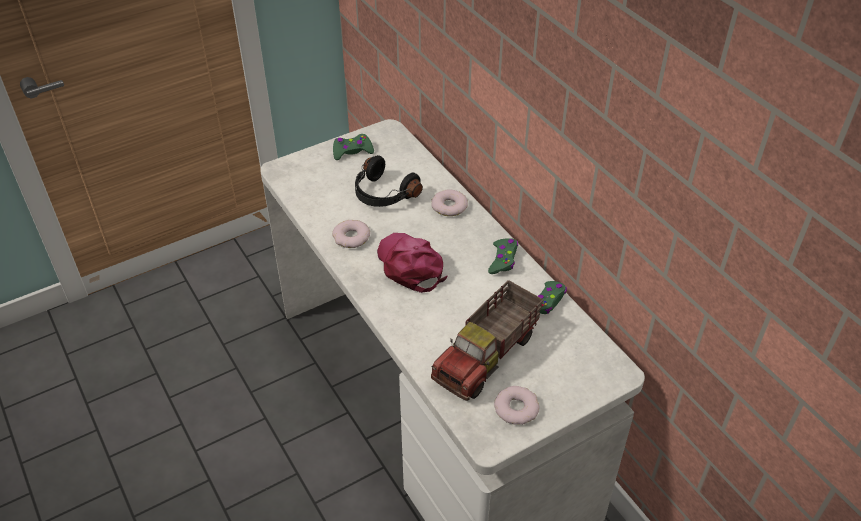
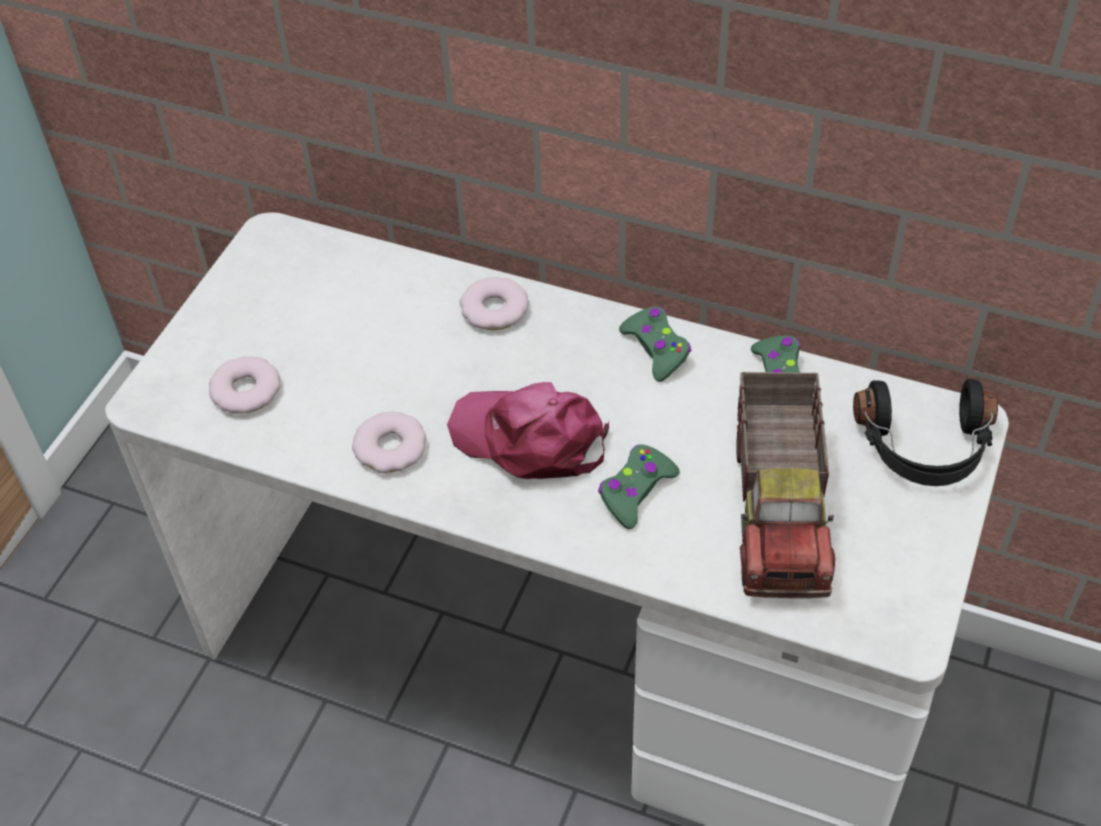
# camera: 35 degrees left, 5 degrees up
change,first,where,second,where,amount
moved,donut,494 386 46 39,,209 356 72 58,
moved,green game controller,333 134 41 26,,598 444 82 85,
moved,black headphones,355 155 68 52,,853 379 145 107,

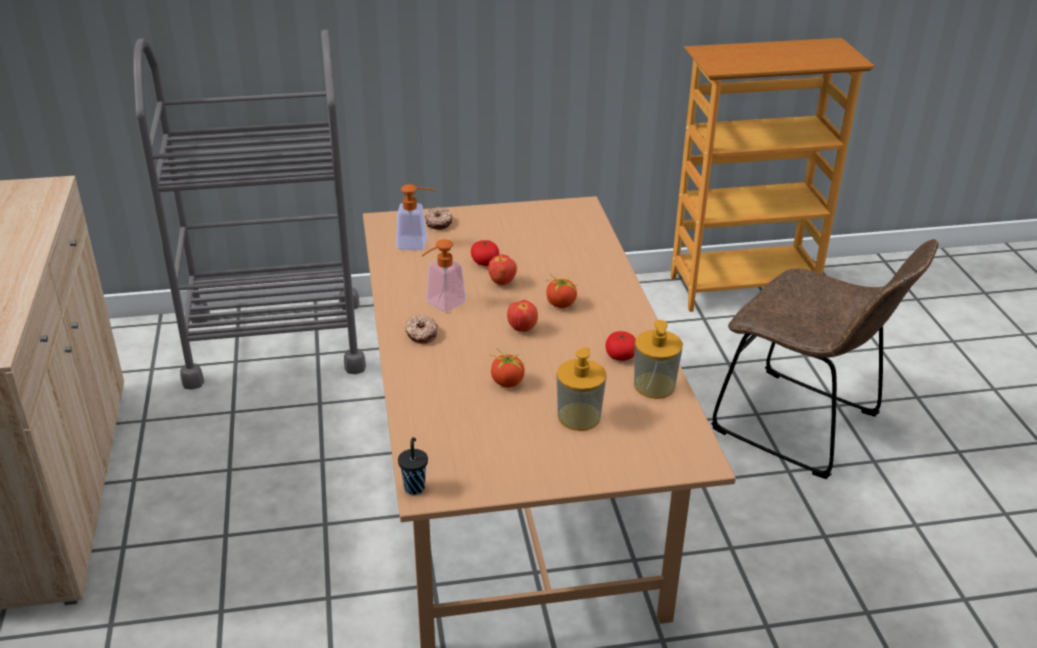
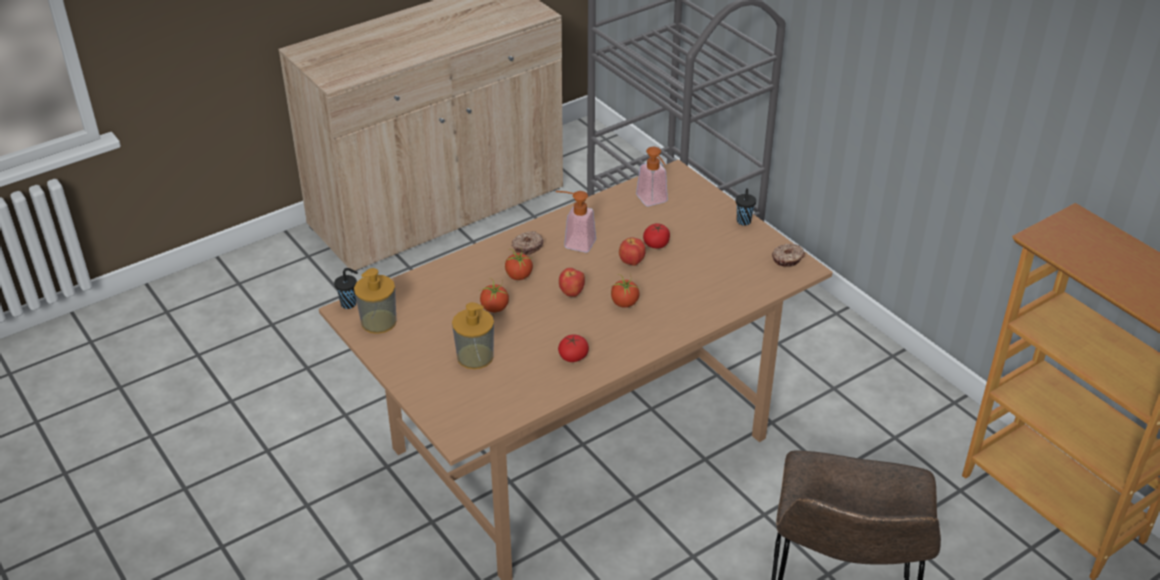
# camera: 65 degrees right, 5 degrees up
change,first,where,second,where,amount
moved,soap dispenser,634 320 49 79,,354 268 43 66,
added,,,tomato,505 246 28 34,
added,,,black cup,736 188 20 38,
moved,donut,425 207 27 23,,772 244 33 23,

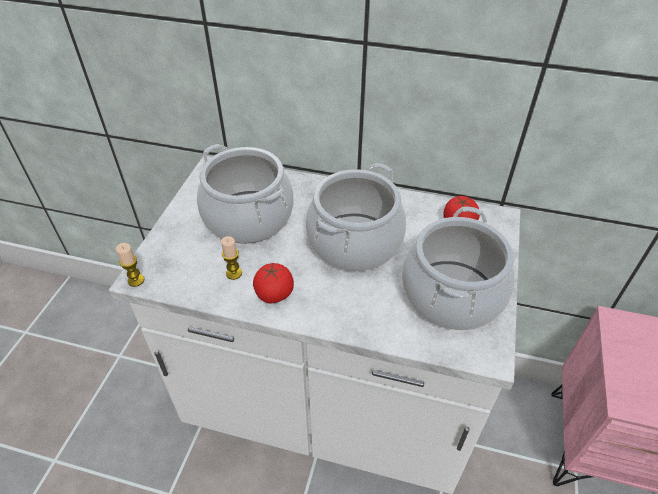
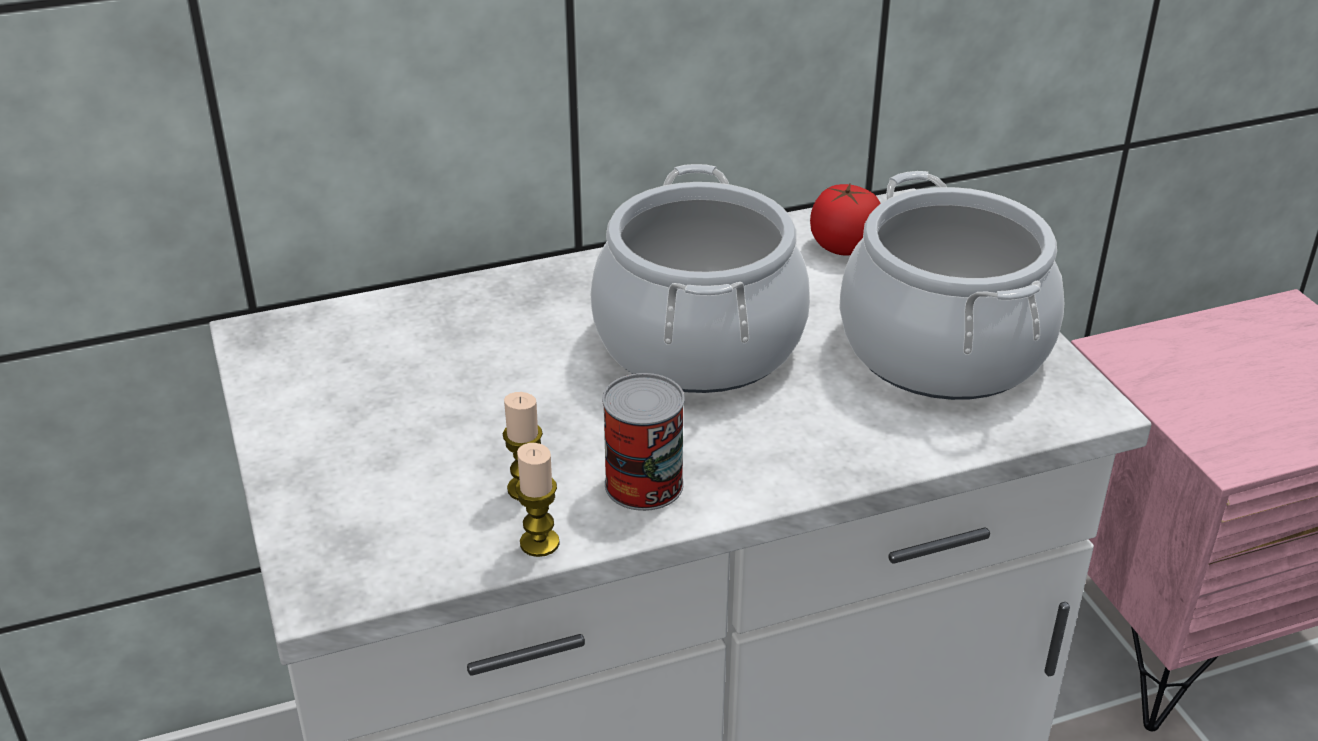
# camera: 35 degrees left, 10 degrees down
change,first,where,second,where,amount
moved,candle,116 243 28 44,,515 443 45 114,
replaced,tomato,253 262 41 41,can,602 373 83 138,
removed,cooking pot,197 144 97 100,,,

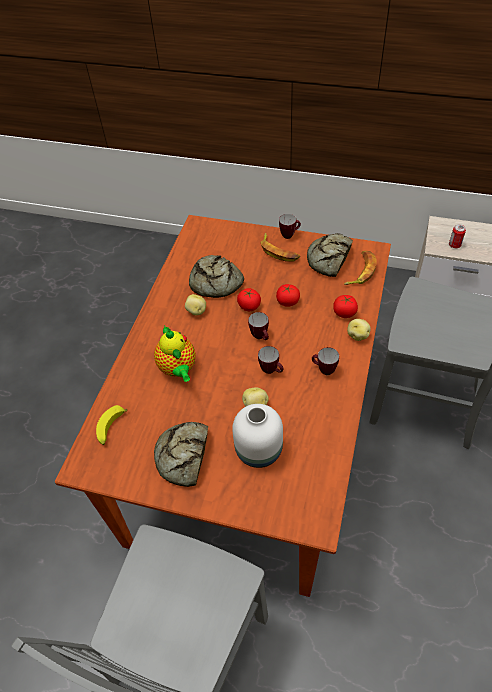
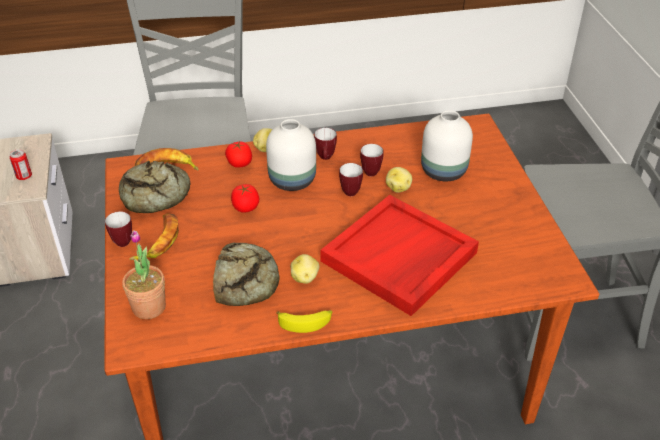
# camera: 120 degrees left, 10 degrees down
change,first,where,second,where,amount
added,,,potted plant,122 230 44 89,
added,,,white vase,266 119 50 72,
moved,banana,96 405 31 40,,276 310 56 23,
replaced,teapot,154 325 42 57,red tray,320 195 159 121,
moved,mug,248 312 21 28,,360 144 24 32,
removed,bread,154 422 54 65,,,
removed,tomato,237 288 24 23,,,

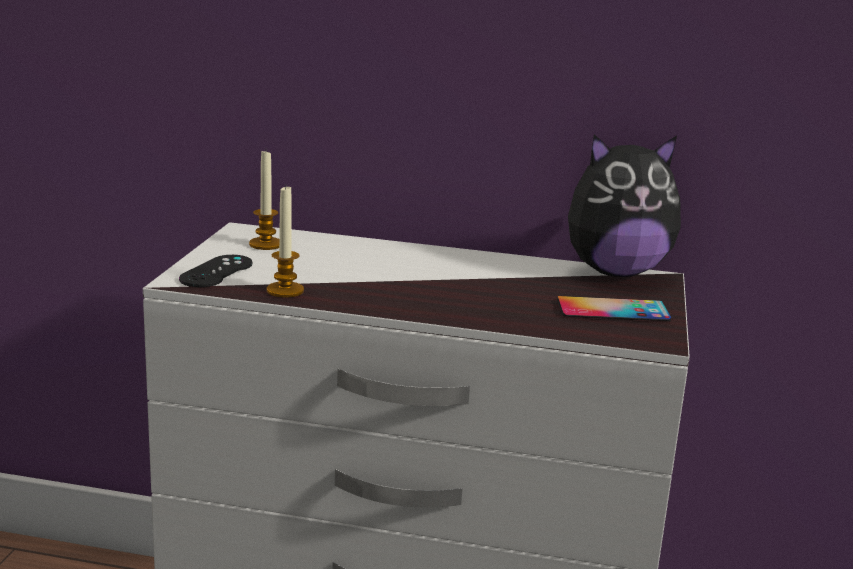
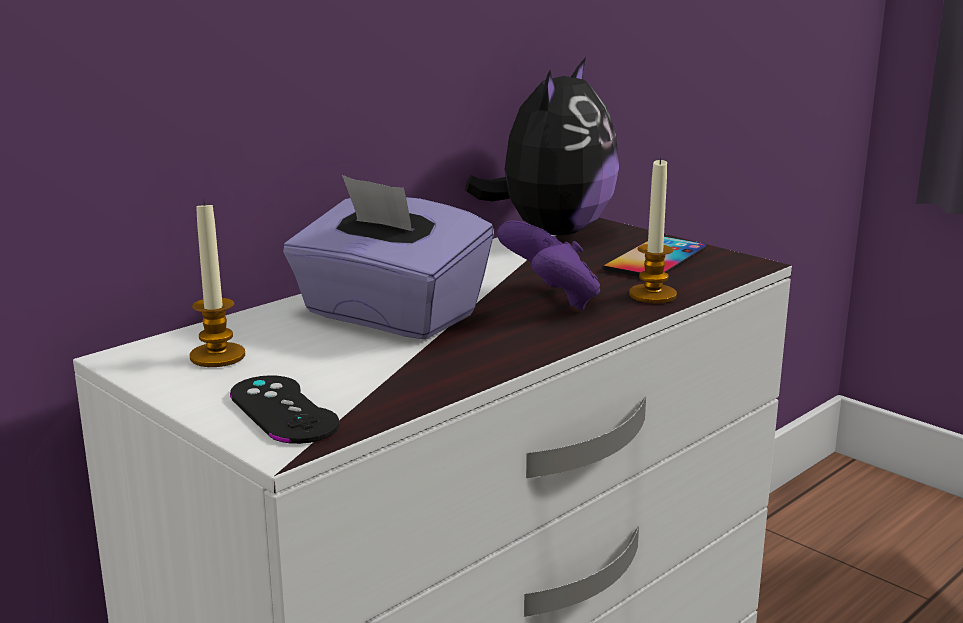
# camera: 55 degrees left, 0 degrees up
change,first,where,second,where,amount
added,,,purple tissue box,283 175 211 165,
added,,,purple game controller,497 221 103 89,
moved,candle,267 186 37 112,,629 157 48 146,

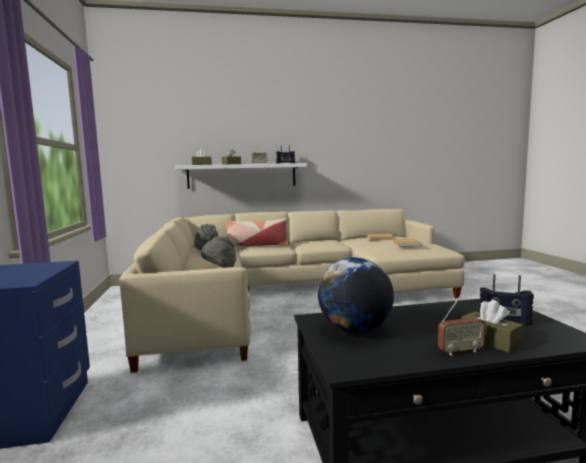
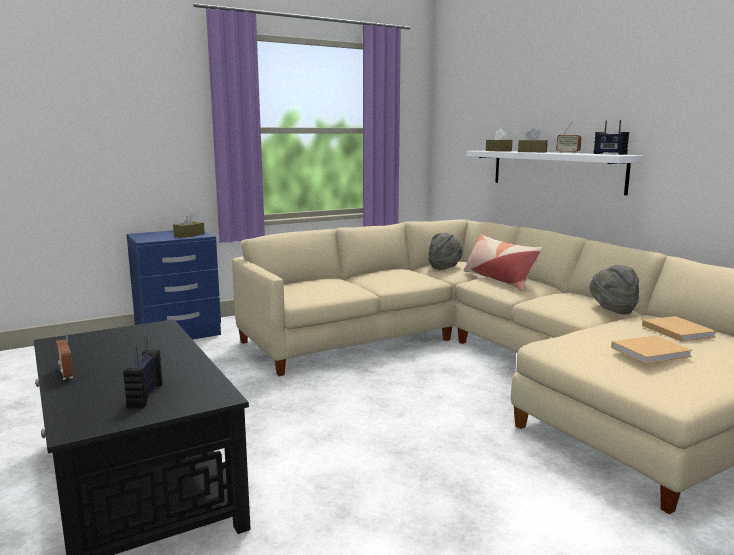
# camera: 70 degrees right, 5 degrees up
change,first,where,second,where,amount
moved,brown tissue box,461 300 62 53,,173 212 32 26,
moved,grey hat,201 236 35 32,,589 265 50 50,
removed,globe,318 257 76 76,,,

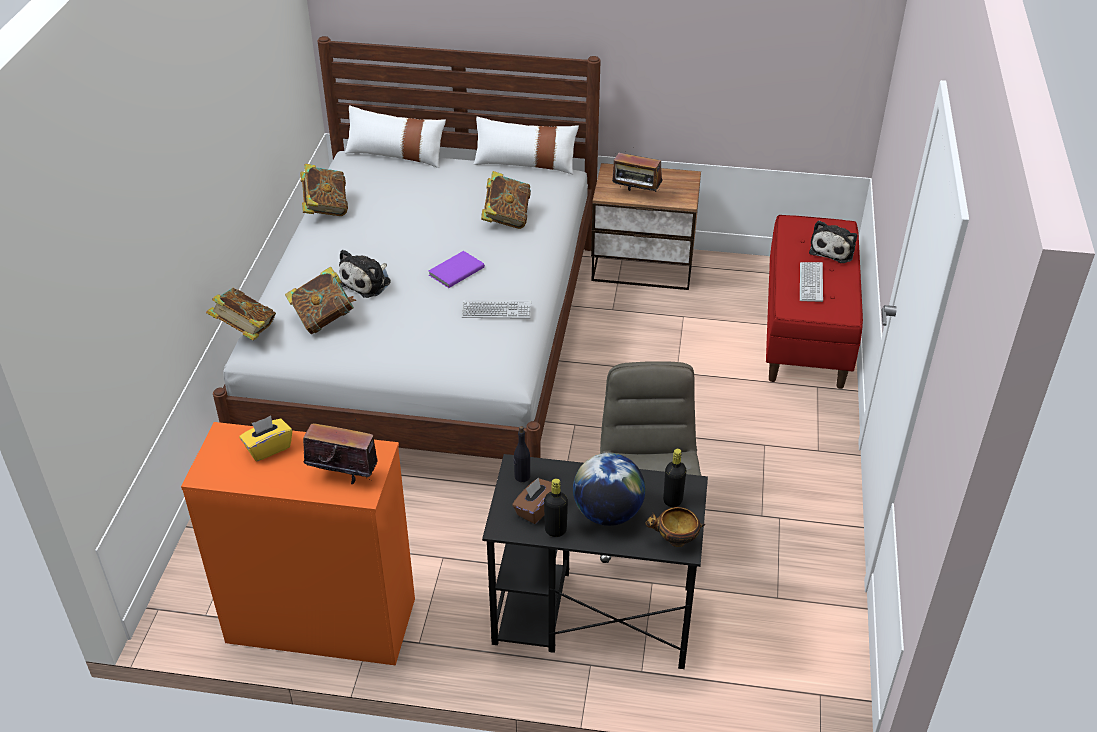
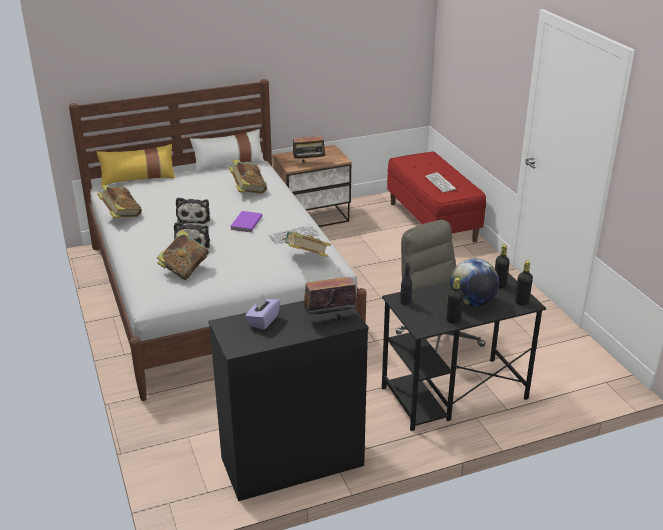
# camera: 30 degrees left, 10 degrees down
change,first,where,second,where,amount
recoloured,white pillow,345 105 101 63,yellow pillow,97 144 78 42,
moved,plush toy,809 220 48 43,,176 197 34 27,
recoloured,orange dresser,181 422 234 243,black dresser,209 300 160 201,
recoloured,yellow tissue box,239 416 53 45,purple tissue box,245 295 35 35,
moved,book,206 288 70 53,,282 231 49 26,
replaced,bowl,645 507 60 40,black bottle,515 261 18 44,
removed,brown tissue box,512 477 40 47,,,

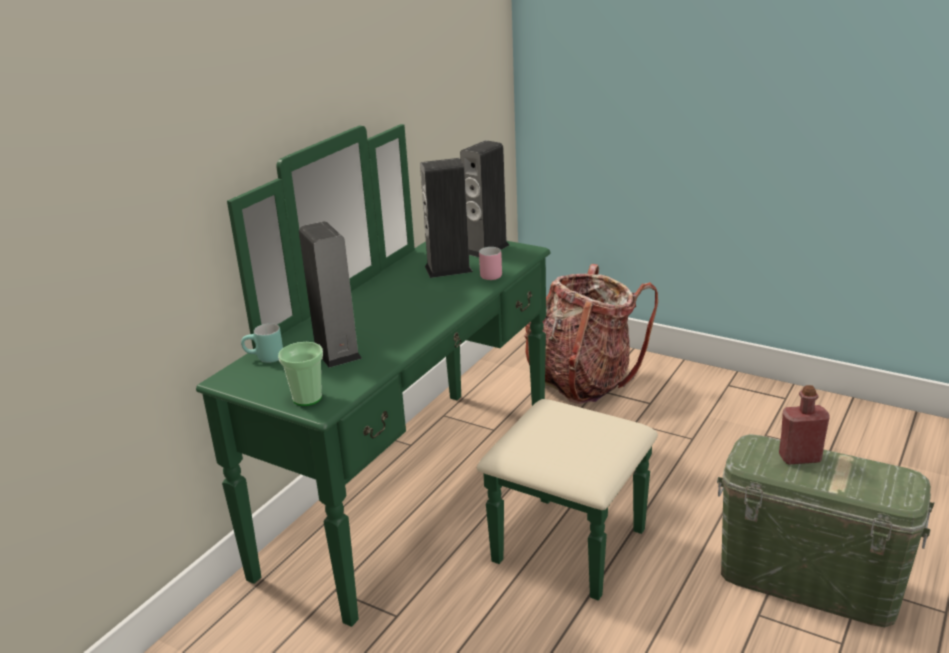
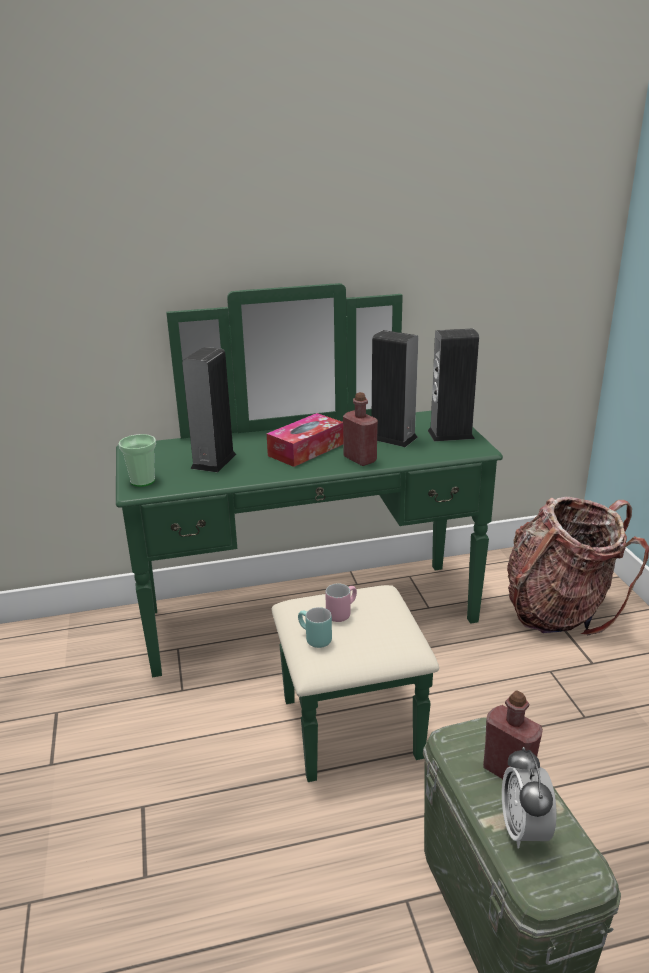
# camera: 45 degrees right, 0 degrees up
change,first,where,second,where,amount
added,,,tissue box,267 413 76 54,
moved,turquoise mug,241 323 42 40,,298 607 34 41,
moved,pink mug,479 247 23 33,,325 583 32 39,
added,,,red bottle,343 392 35 74,
added,,,alarm clock,502 747 55 102,

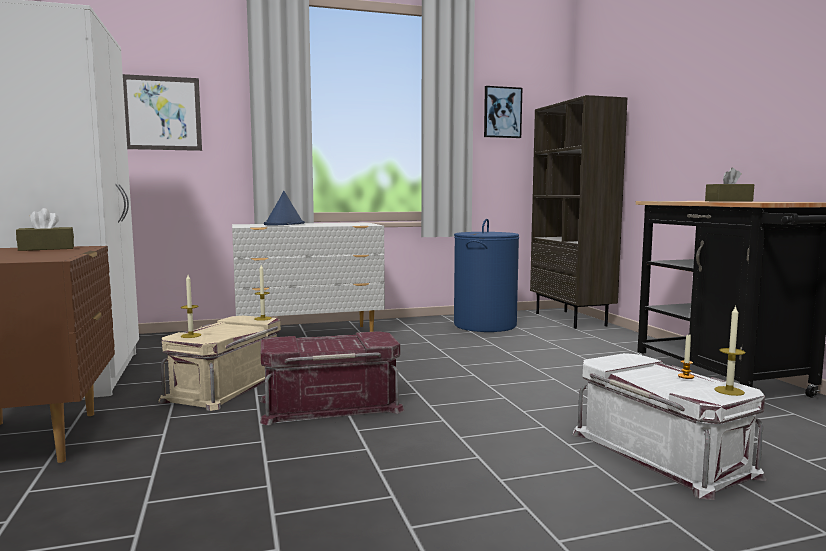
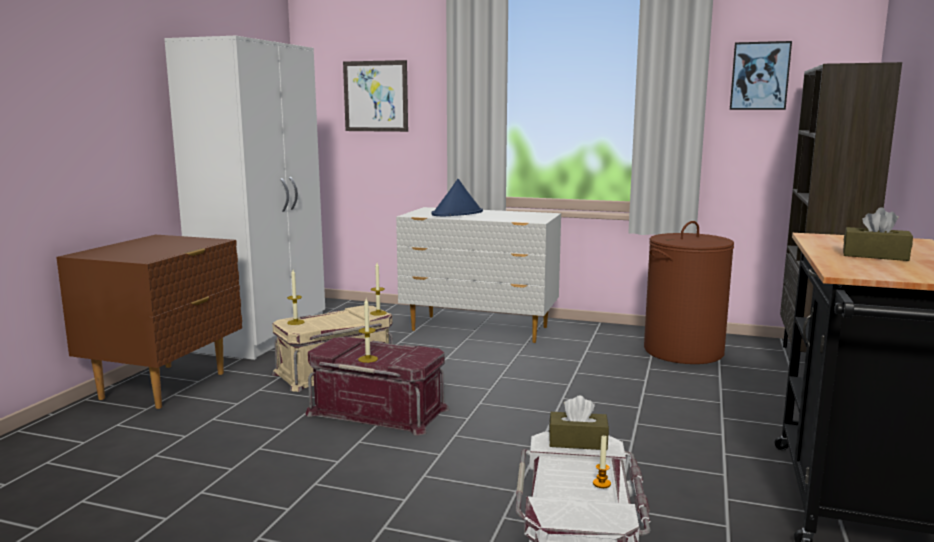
# camera: 35 degrees right, 5 degrees up
change,first,where,second,where,amount
moved,candle,714 305 31 91,,358 298 20 65,
moved,brown tissue box,16 208 58 43,,549 395 60 55,
recoloured,blue laundry basket,454 219 65 113,brown laundry basket,644 221 90 143,

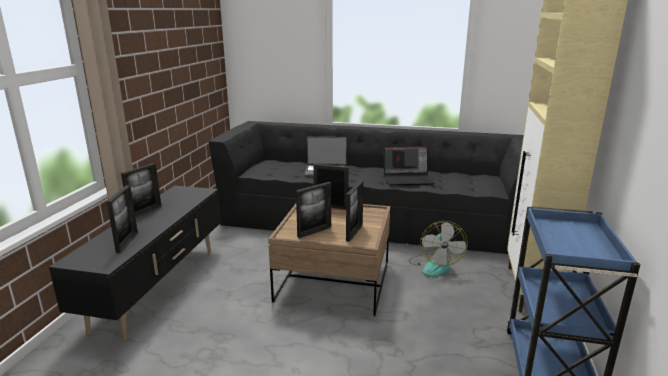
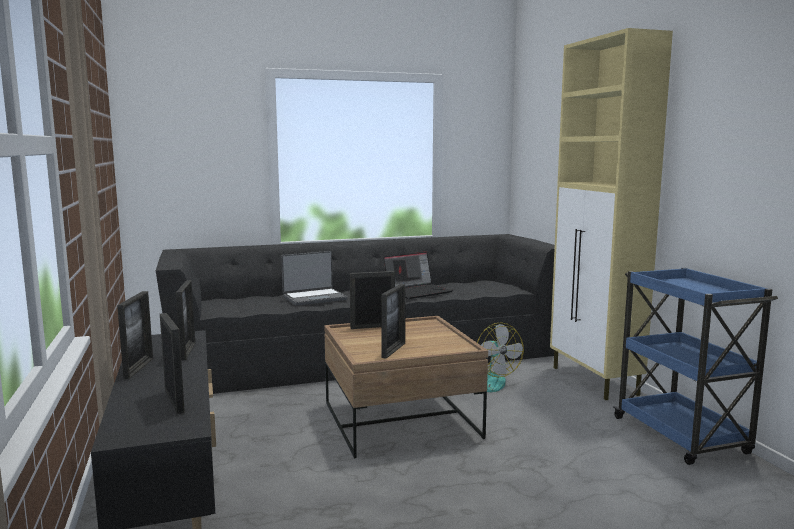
# camera: 30 degrees left, 10 degrees down
change,first,where,second,where,amount
moved,picture frame,346 181 18 61,,176 280 19 80,

